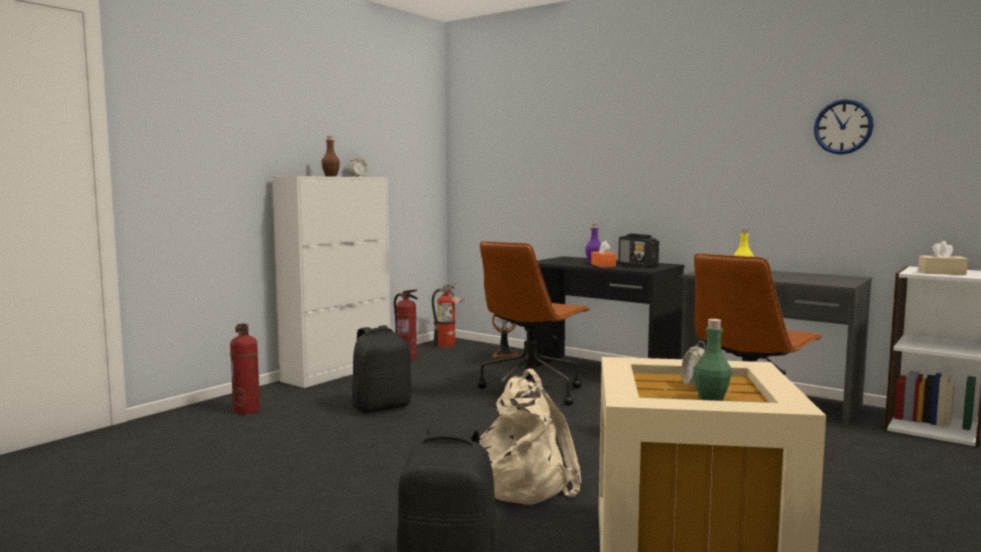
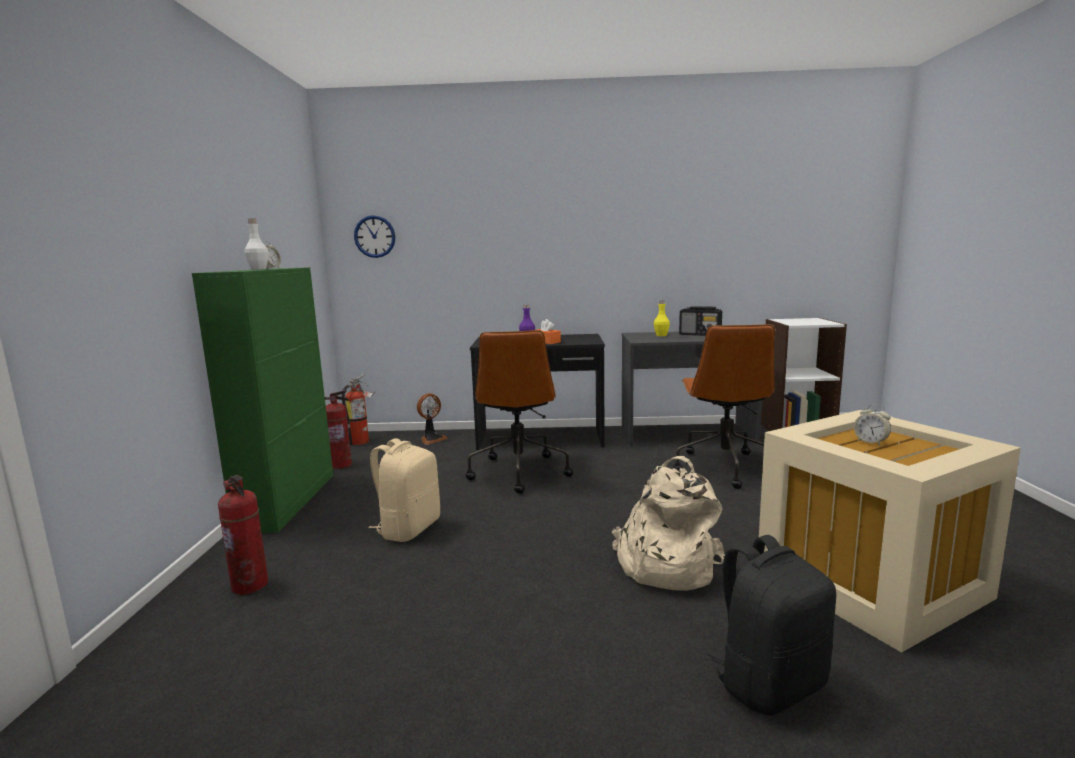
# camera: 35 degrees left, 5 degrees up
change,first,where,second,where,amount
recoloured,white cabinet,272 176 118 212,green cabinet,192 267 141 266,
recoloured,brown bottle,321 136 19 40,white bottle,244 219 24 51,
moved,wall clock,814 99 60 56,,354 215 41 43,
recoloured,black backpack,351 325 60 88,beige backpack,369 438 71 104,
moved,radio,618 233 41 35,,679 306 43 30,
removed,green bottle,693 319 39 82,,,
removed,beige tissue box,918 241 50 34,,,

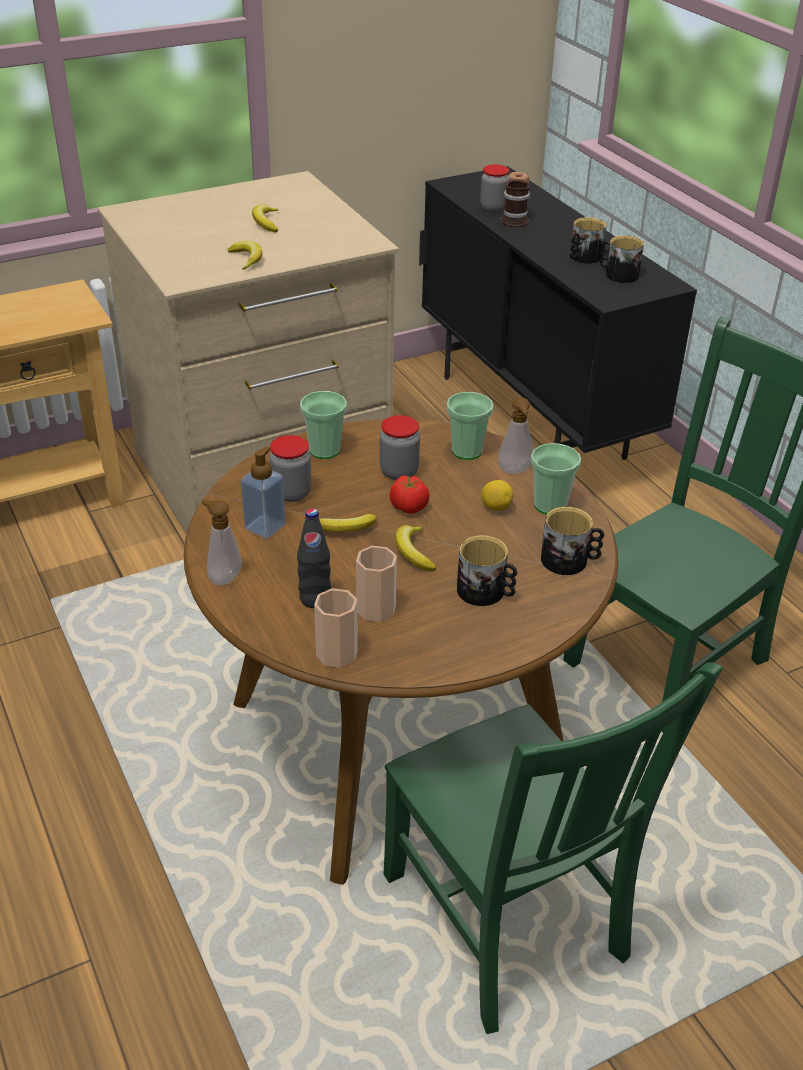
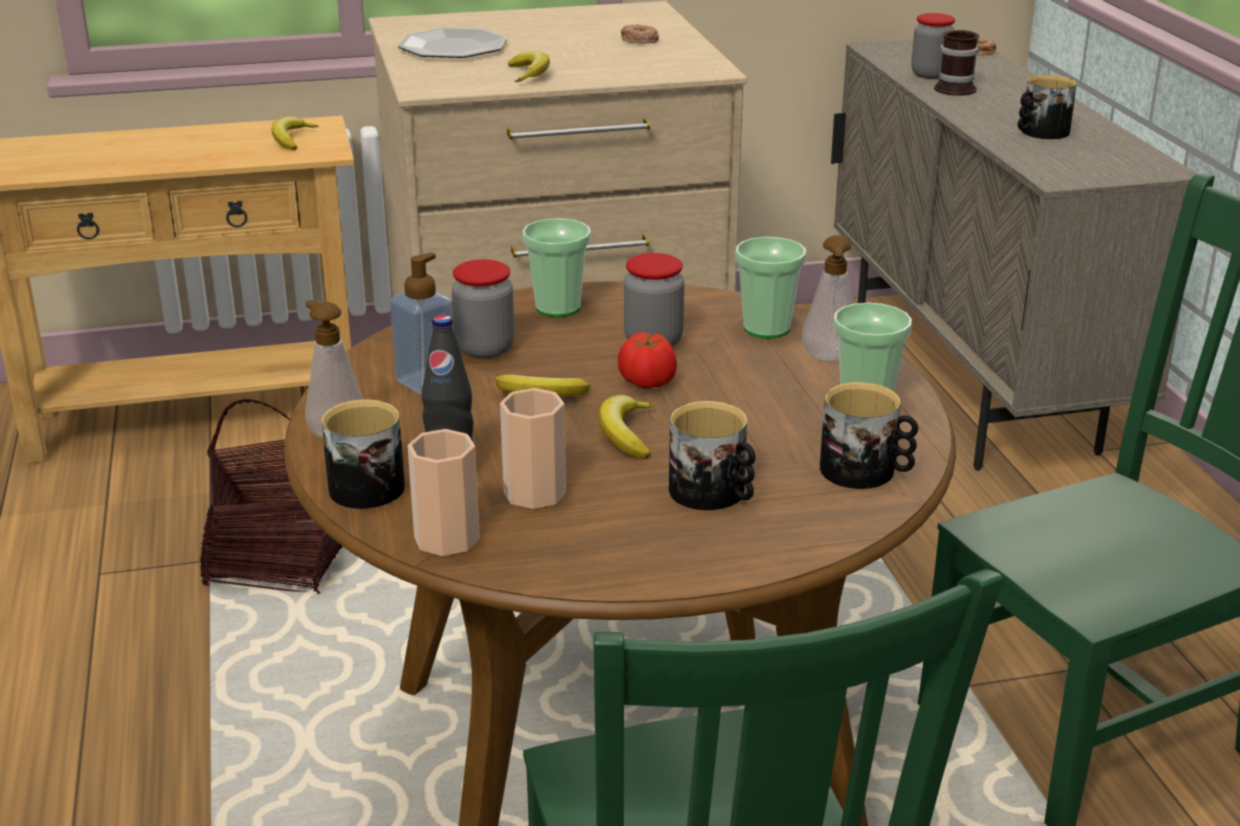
# camera: 15 degrees right, 10 degrees down
change,first,where,second,where,amount
added,,,basket,200 399 142 195,
moved,banana,252 204 27 28,,272 116 47 34,
moved,mug,600 235 44 48,,322 399 83 110,
added,,,plate,398 28 109 30,
added,,,donut,621 24 38 19,
recoloured,black cabinet,419 166 278 294,beige cabinet,831 40 365 431,
removed,lemon,481 480 32 31,,,

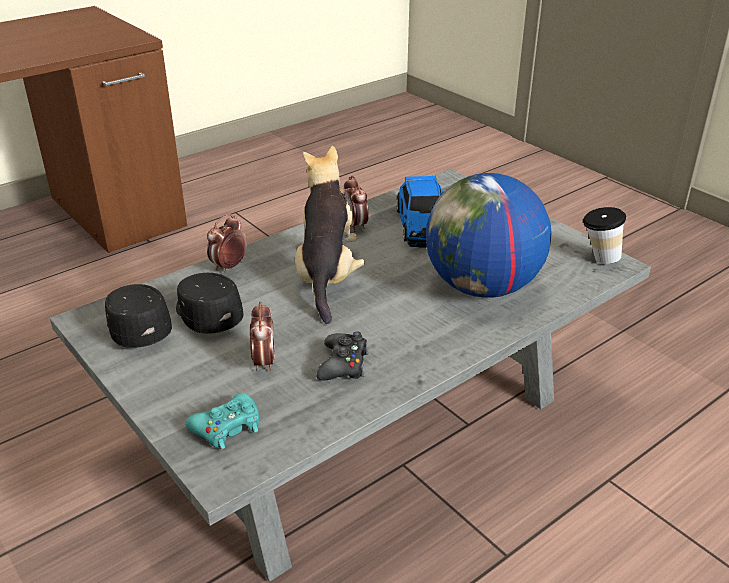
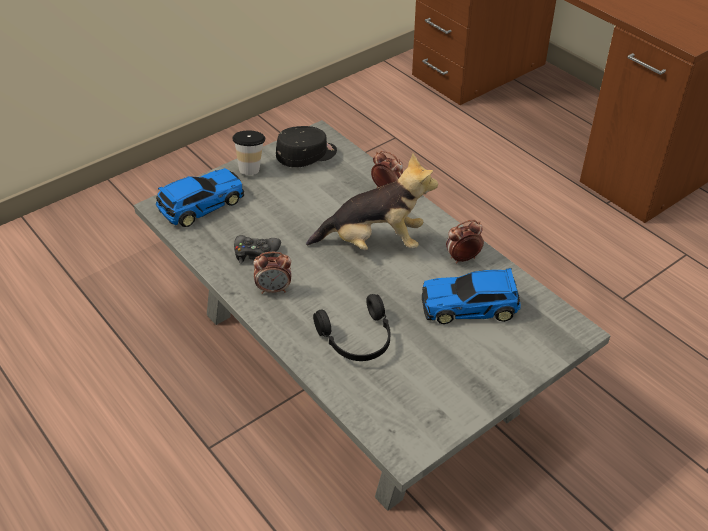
# camera: 90 degrees right, 10 degrees up
change,first,where,second,where,amount
replaced,turquoise game controller,185 393 75 56,toy car,156 168 88 59,
moved,cup,583 207 43 57,,232 131 33 44,
moved,alarm clock,250 302 25 70,,253 252 38 42,
replaced,globe,426 173 126 125,black headphones,313 294 77 67,
removed,black cap,176 273 68 61,,,

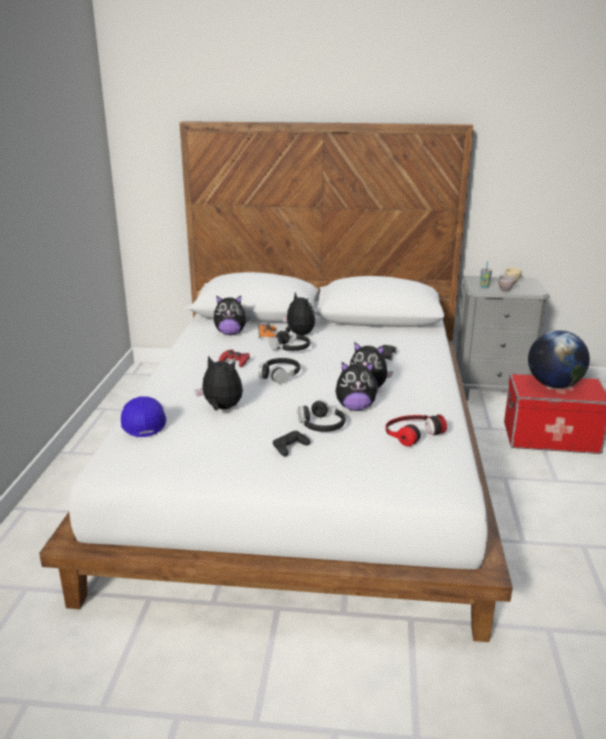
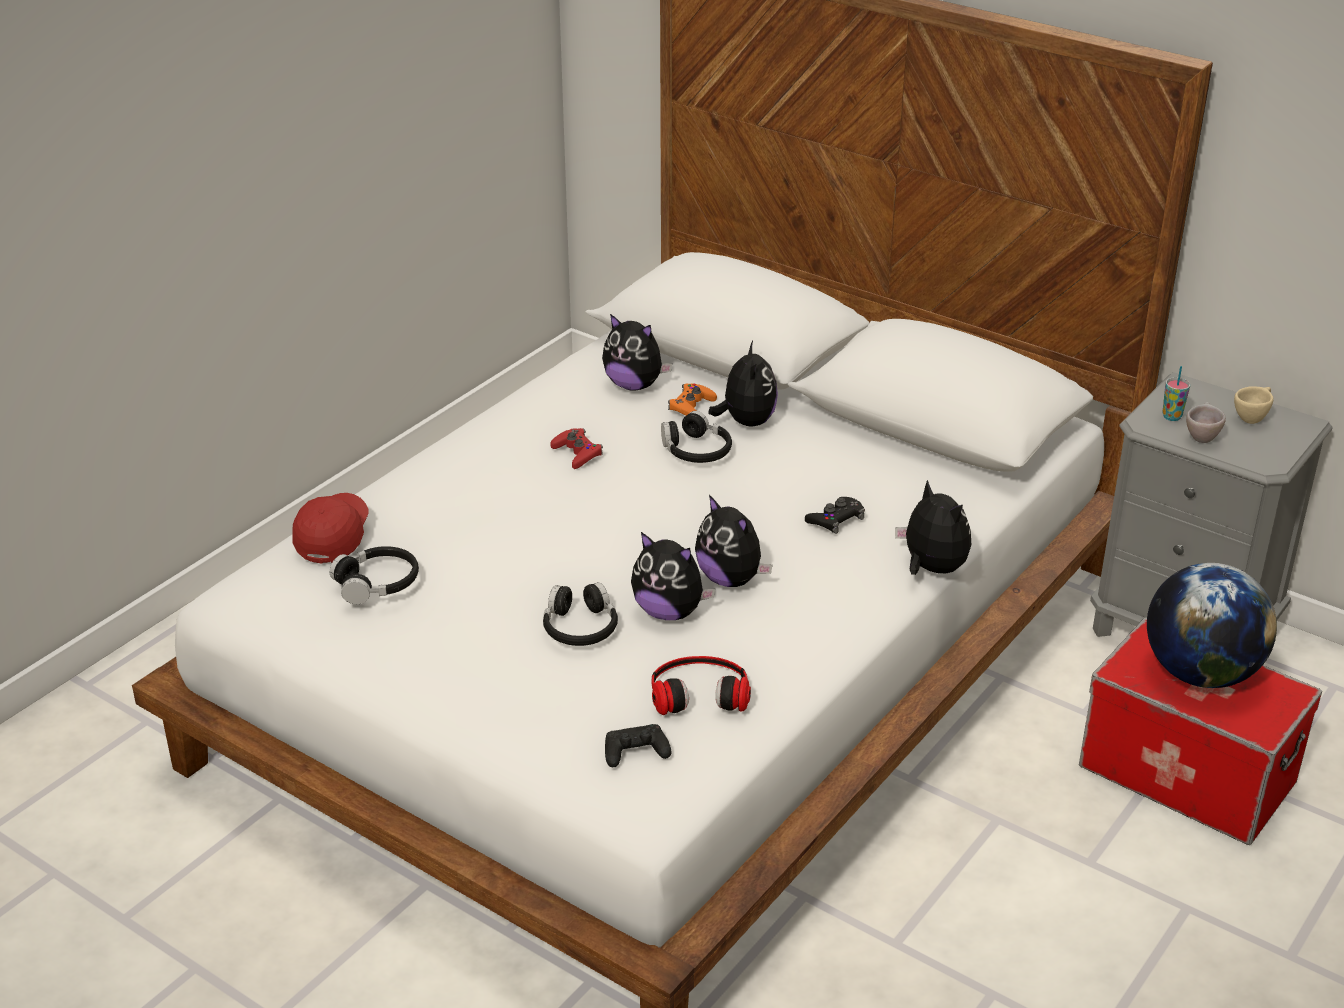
# camera: 30 degrees right, 10 degrees up
change,first,where,second,where,amount
recoloured,blue cap,121 396 45 41,red cap,292 493 77 71,
moved,black headphones,259 358 41 26,,330 546 89 58,
moved,black game controller,273 431 37 25,,605 724 66 43,
moved,plush toy,195 356 48 55,,895 480 76 95,

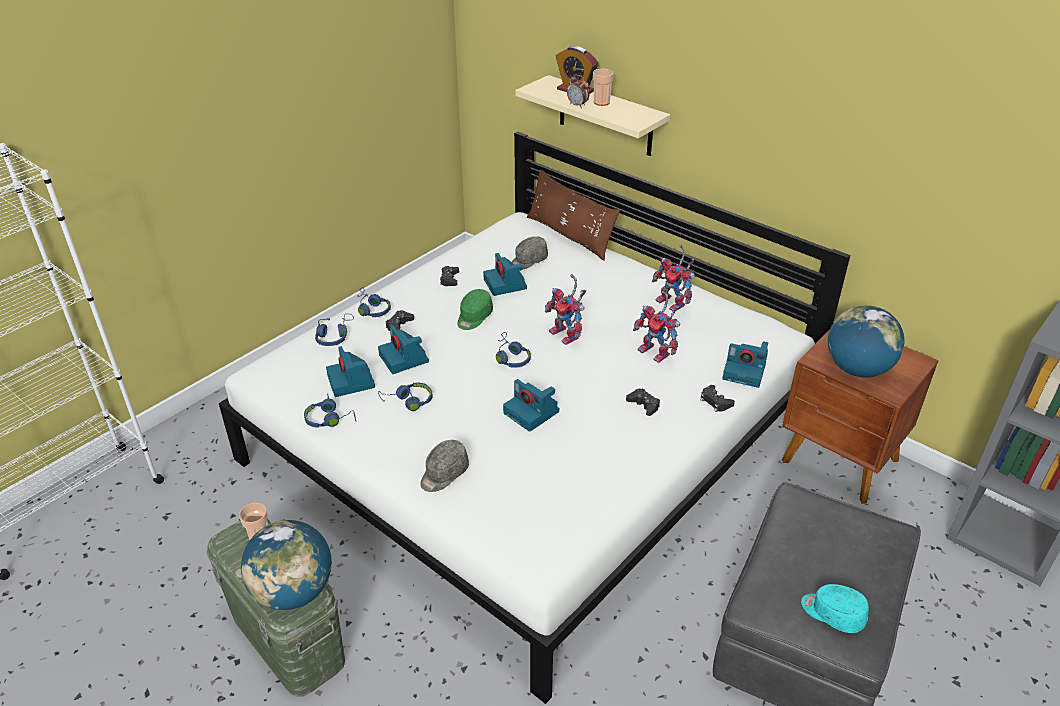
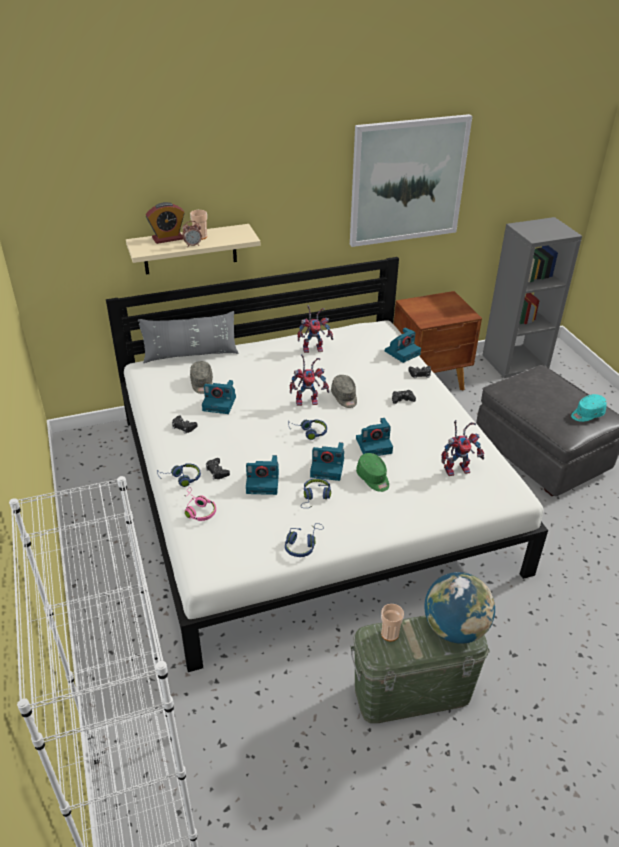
# camera: 60 degrees left, 0 degrees up
change,first,where,second,where,amount
recoloured,brown pillow,527 169 93 92,grey pillow,138 311 100 52,
recoloured,blue headphones,315 314 39 32,pink headphones,185 487 31 34,
moved,photo camera,326 346 49 51,,310 442 34 39,
moved,grey cap,420 440 49 52,,331 375 26 33,
added,,,picture,350 114 122 133,
moved,green cap,457 289 36 41,,356 453 33 39,
moved,toy robot,633 291 48 72,,441 420 43 56,
removed,globe,828 305 76 73,,,

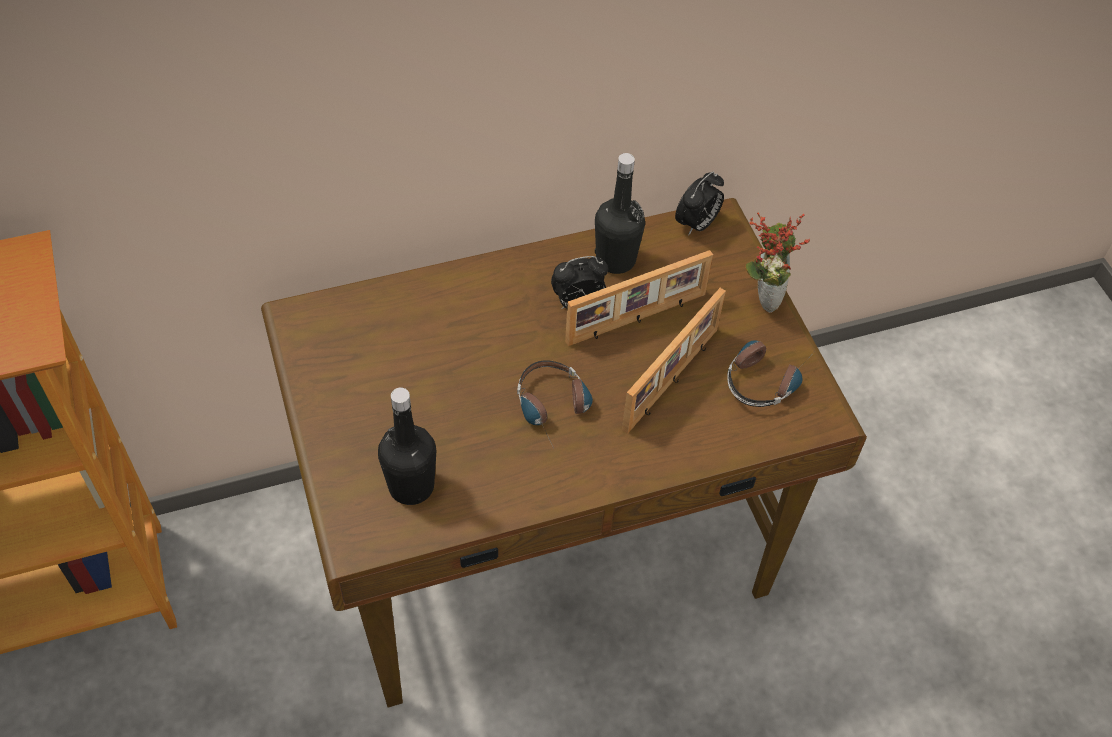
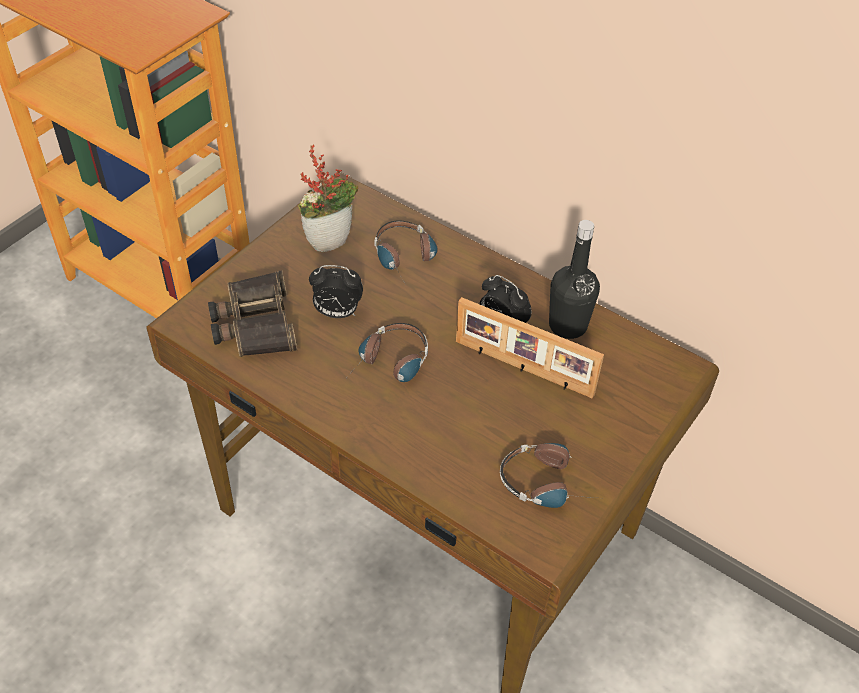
# camera: 55 degrees right, 5 degrees down
change,first,where,second,where,amount
replaced,black bottle,378 388 58 117,binoculars,208 270 89 87,
moved,potted plant,745 213 65 100,,298 145 60 107,
moved,alarm clock,675 171 49 65,,309 265 54 53,
added,,,headphones,374 221 64 62,
removed,picture frame,622 288 104 146,,,

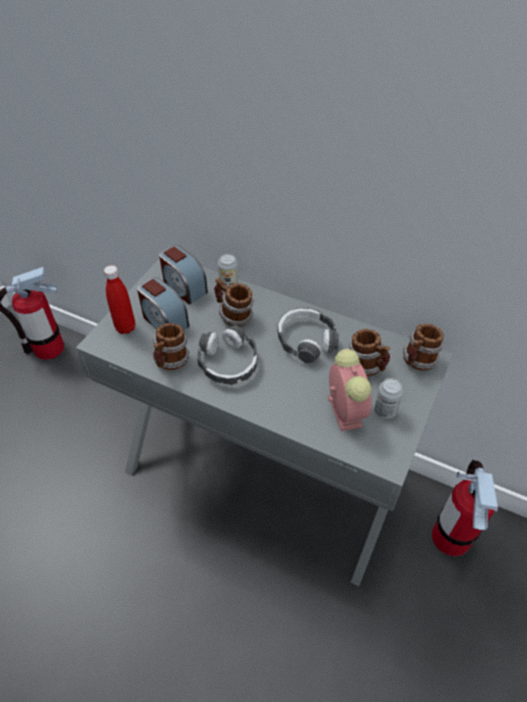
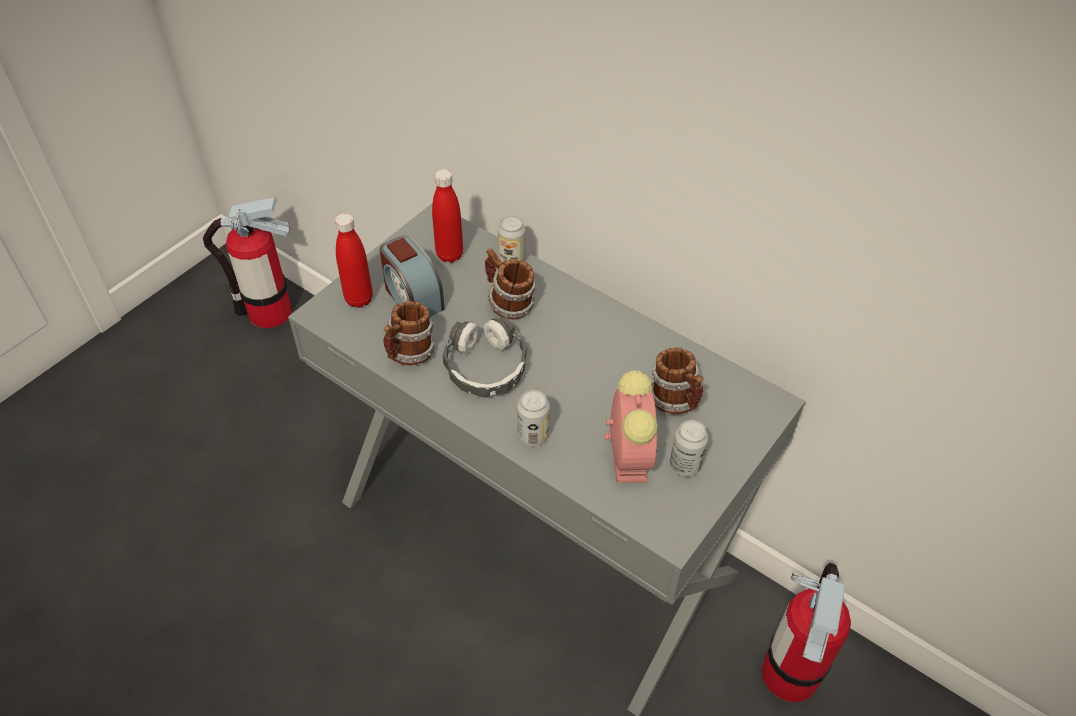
# camera: 10 degrees right, 0 degrees up
change,first,where,second,where,amount
replaced,alarm clock,159 245 49 60,red bottle,432 169 31 94,
added,,,can,517 390 33 56,
removed,headphones,277 308 62 55,,,
removed,mug,403 324 41 47,,,

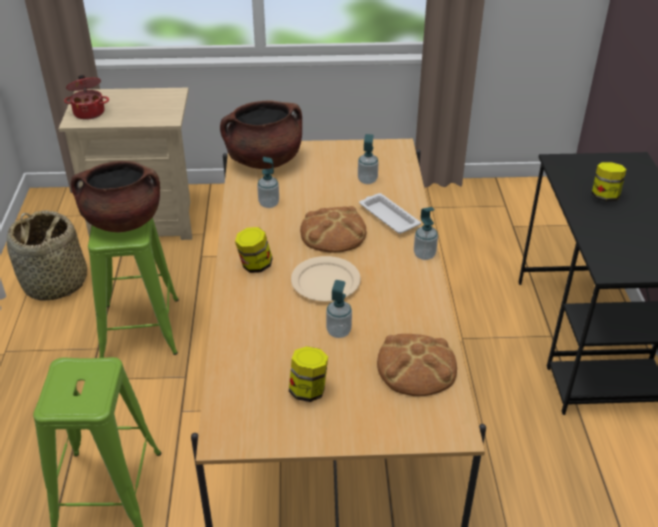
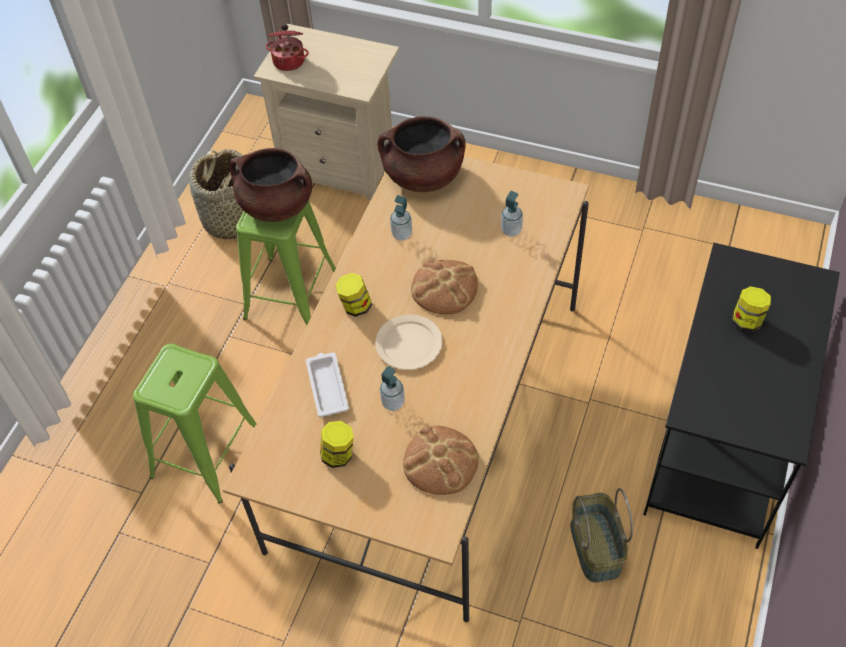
# camera: 25 degrees right, 15 degrees up
change,first,where,second,where,amount
moved,white tray,359 193 62 41,,306 352 43 65,
added,,,basket,571 488 62 95,
removed,soap dispenser,414 207 24 53,,,

